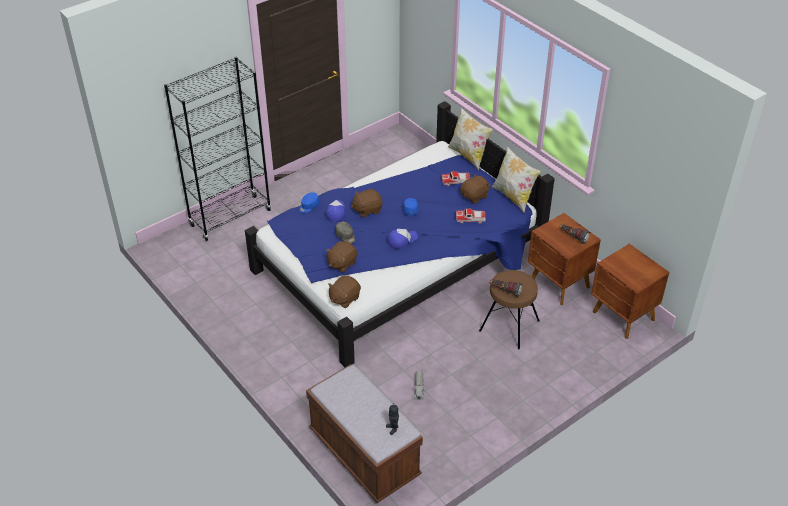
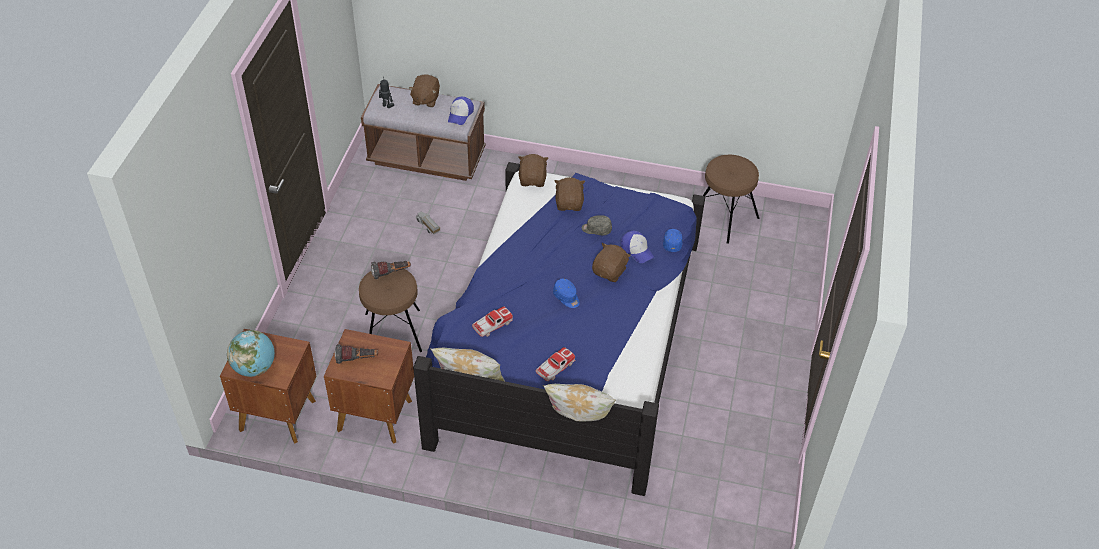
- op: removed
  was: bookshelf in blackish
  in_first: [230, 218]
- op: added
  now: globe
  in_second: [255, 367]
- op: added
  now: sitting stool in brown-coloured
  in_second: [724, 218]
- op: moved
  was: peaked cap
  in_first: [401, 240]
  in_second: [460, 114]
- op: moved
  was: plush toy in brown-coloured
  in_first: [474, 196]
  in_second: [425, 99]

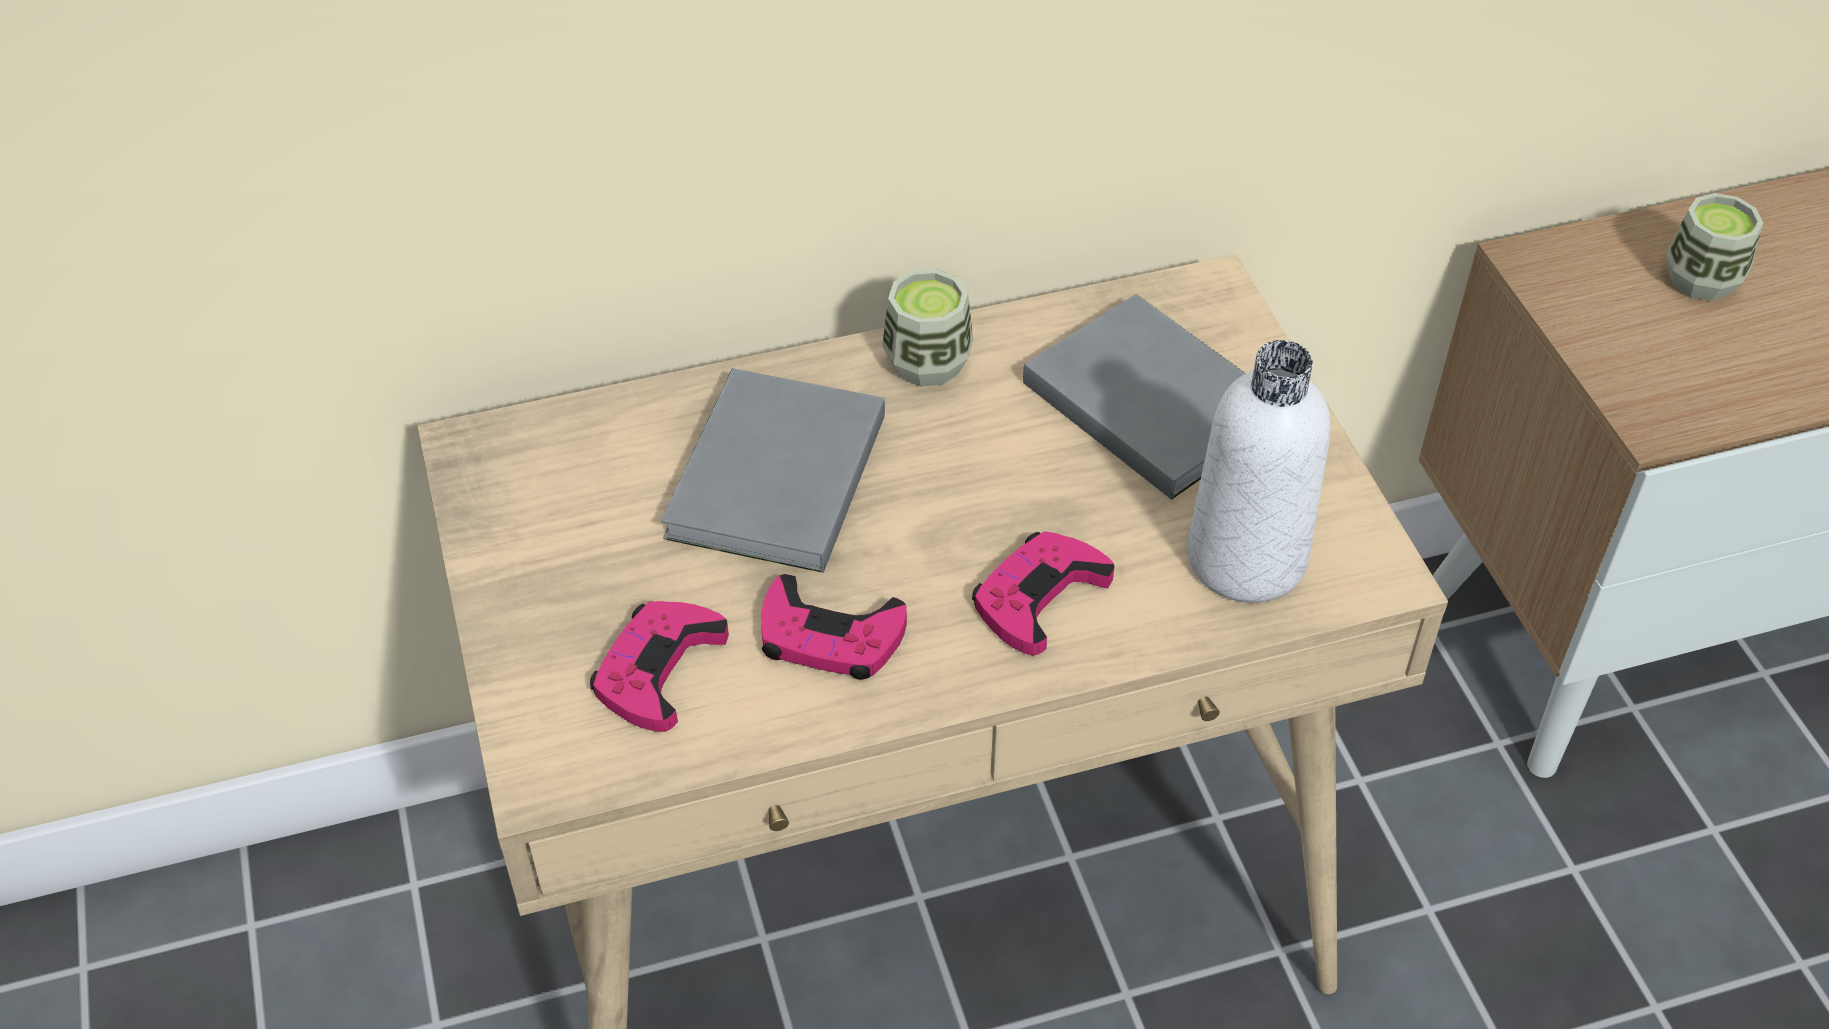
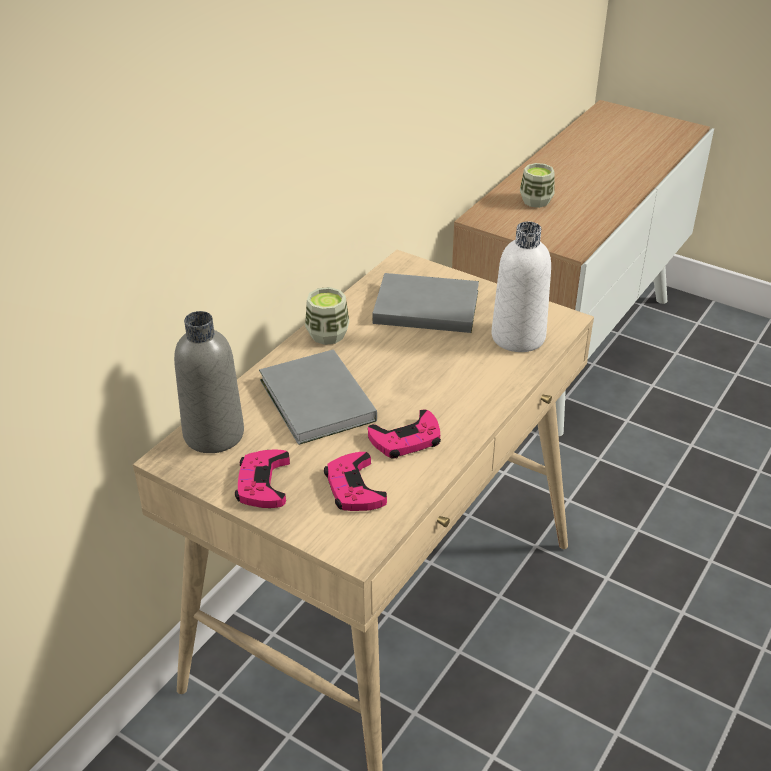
- op: added
  now: beverage bottle in greyish
  in_second: [214, 434]
- op: moved
  was: game controller in pink
  in_first: [1039, 597]
  in_second: [263, 483]

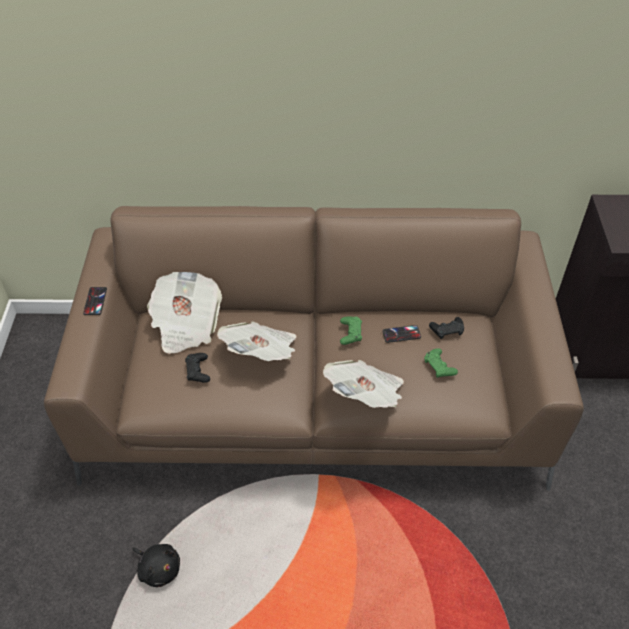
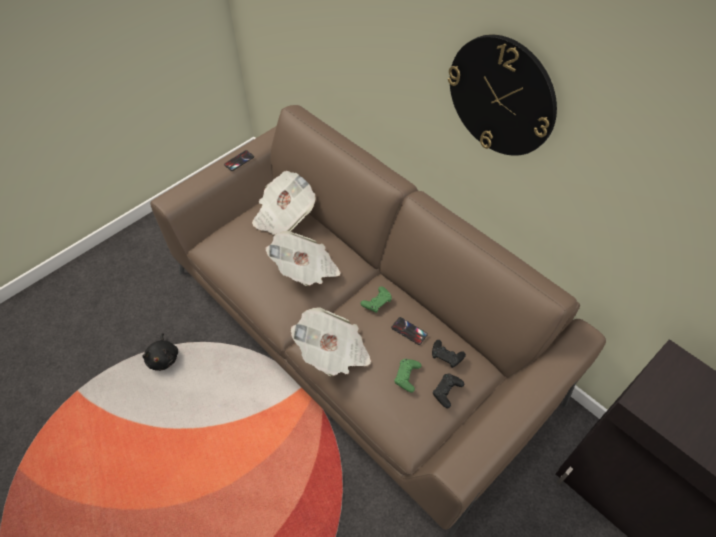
- op: added
  now: hanging clock
  in_second: [501, 96]
- op: moved
  was: game controller in blackish
  in_first: [198, 371]
  in_second: [447, 391]

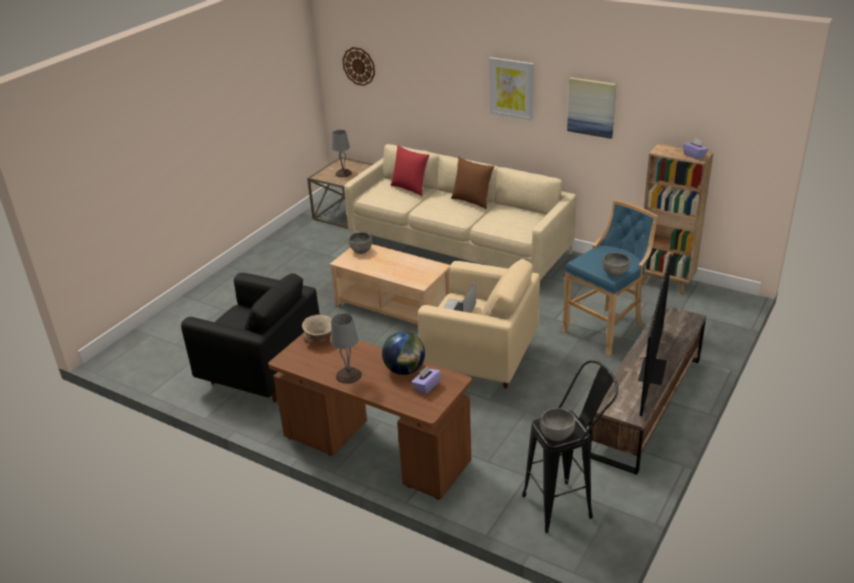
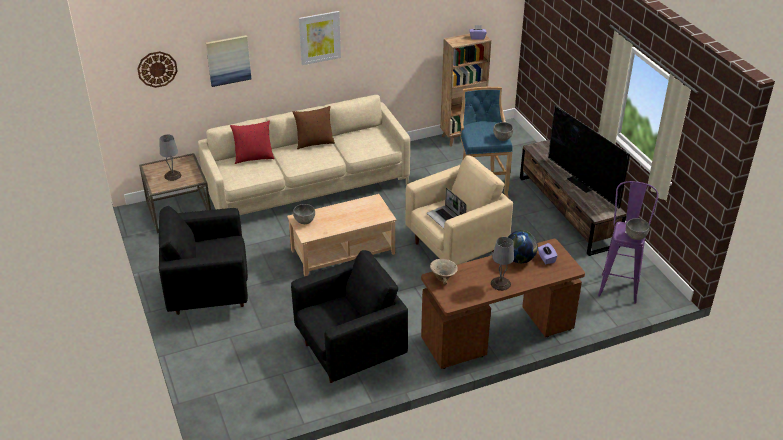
- op: added
  now: easy chair in blackish
  in_second: [208, 291]
- op: moved
  was: wall picture
  in_first: [591, 107]
  in_second: [228, 60]
- op: recoloured
  was: sitting stool in blackish
  now: sitting stool in purplish
  in_first: [567, 503]
  in_second: [619, 283]

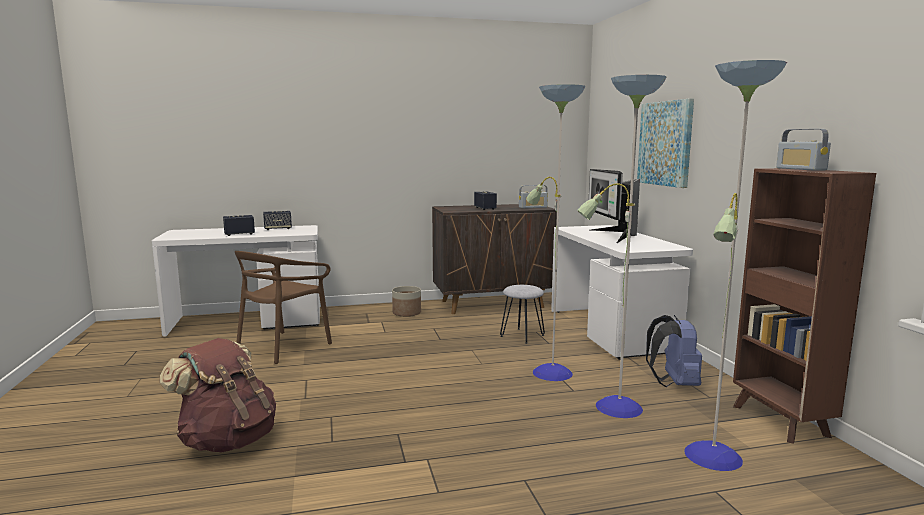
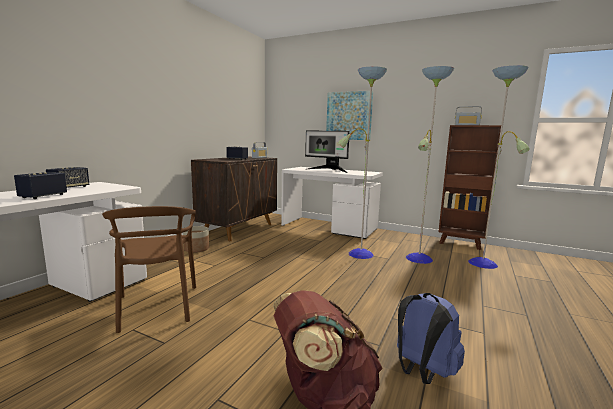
- op: removed
  was: sitting stool in greyish
  in_first: [522, 336]
- op: moved
  was: rucksack in blue-coloured
  in_first: [674, 384]
  in_second: [423, 372]

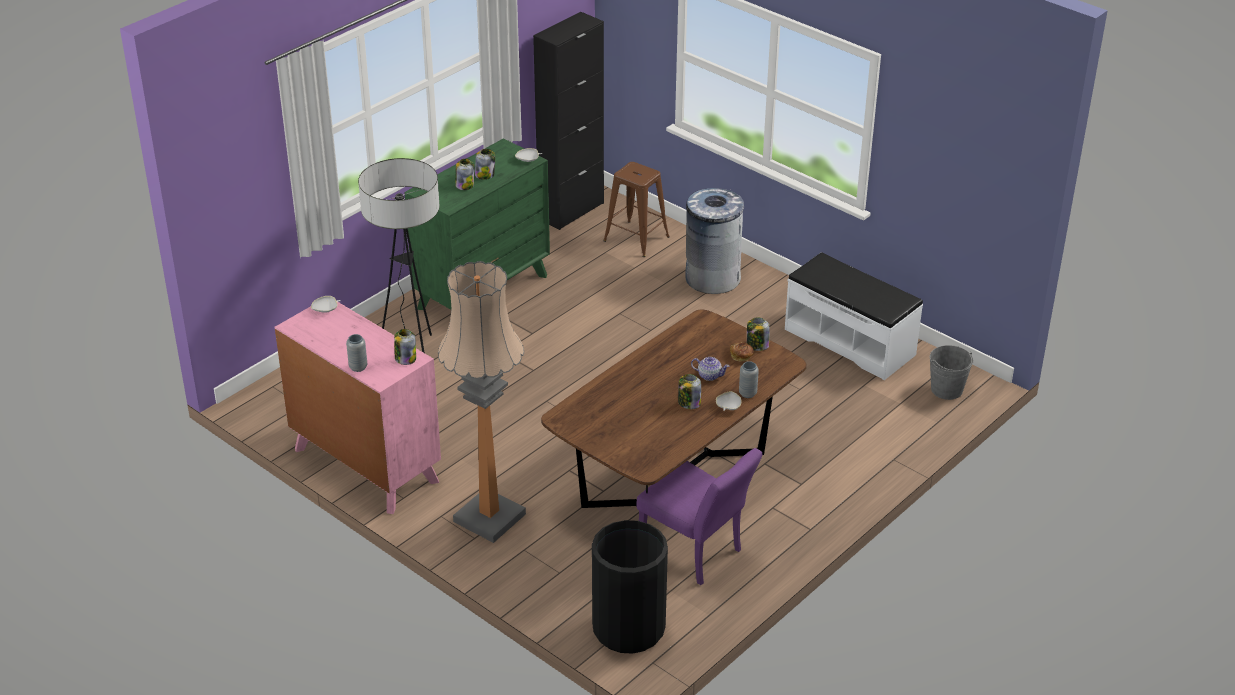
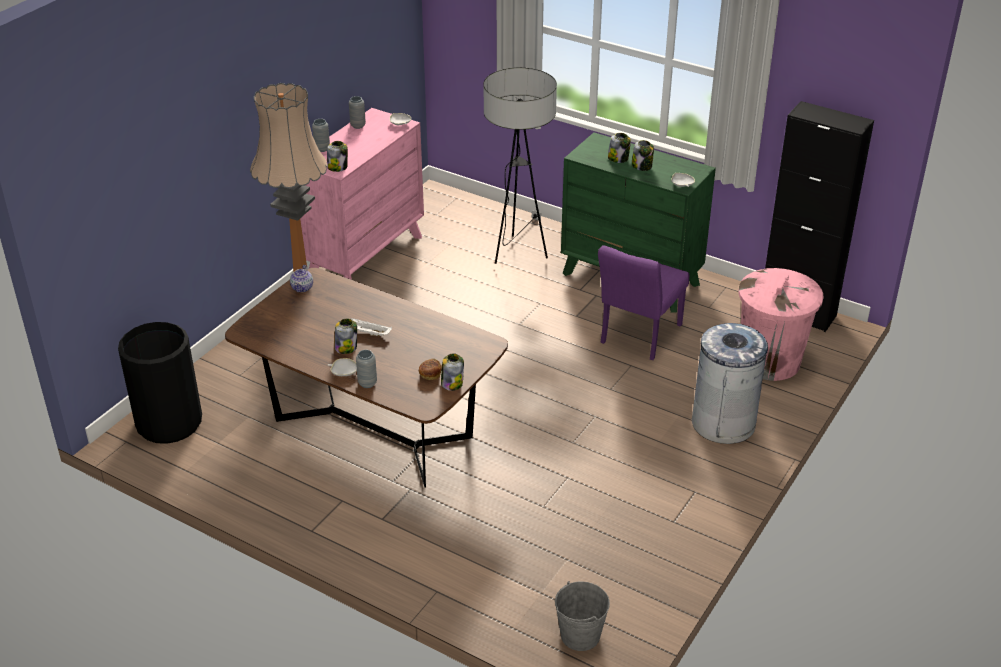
- op: removed
  was: long seat in whitish
  in_first: [850, 341]
- op: added
  now: decorative vase in greyish
  in_second: [358, 126]
- op: added
  now: serving tray in whitish
  in_second: [369, 333]
- op: moved
  was: chair in purplish
  in_first: [696, 554]
  in_second: [637, 337]
- op: moved
  was: teapot
  in_first: [709, 375]
  in_second: [302, 287]
- op: replaced
  was: sitting stool in brown-coloured
  now: waste bin in pink
  in_first: [636, 239]
  in_second: [770, 361]

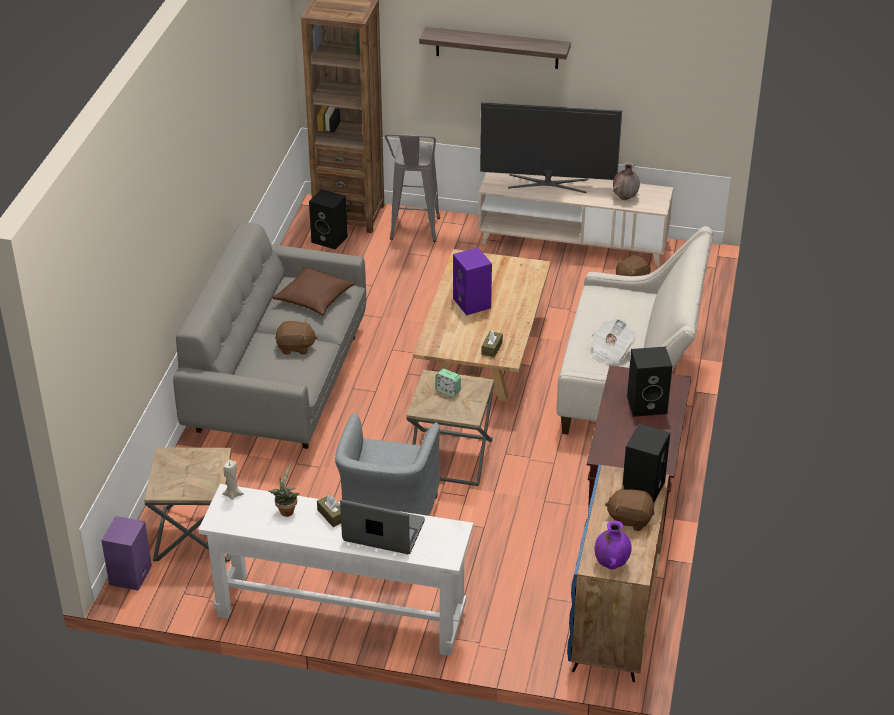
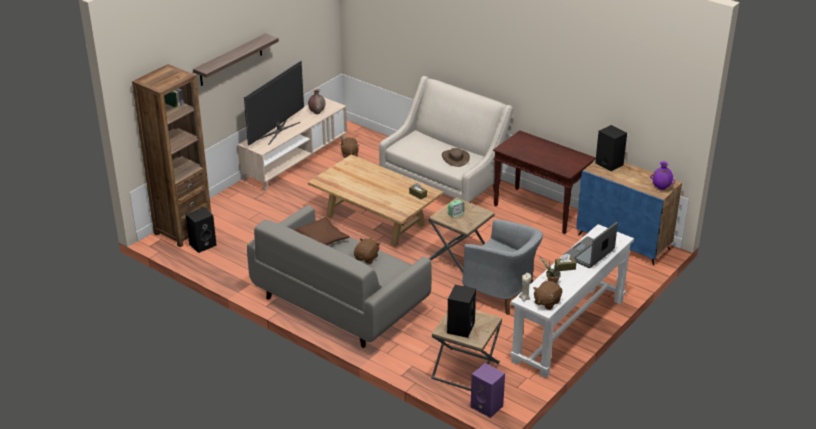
- op: removed
  was: sitting stool in greyish
  in_first: [414, 234]
- op: removed
  was: audio speaker in purplish
  in_first: [473, 303]
- op: moved
  was: plush toy in brown-coloured
  in_first: [629, 519]
  in_second: [546, 302]
- op: moved
  was: audio speaker in blackish
  in_first: [647, 404]
  in_second: [460, 327]
- op: replaced
  was: newspaper
  now: clothing hat in brown-coloured
  in_first: [610, 352]
  in_second: [455, 158]

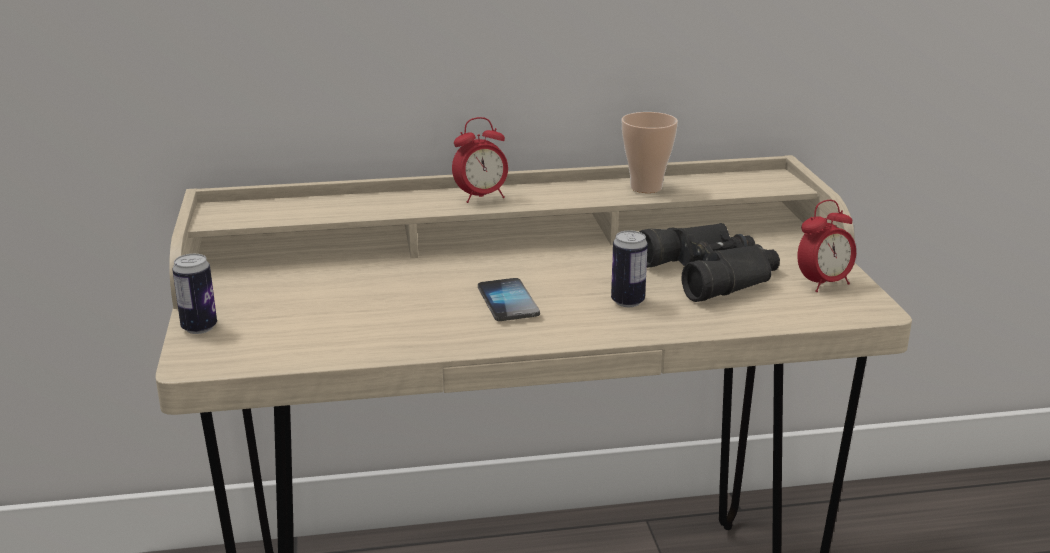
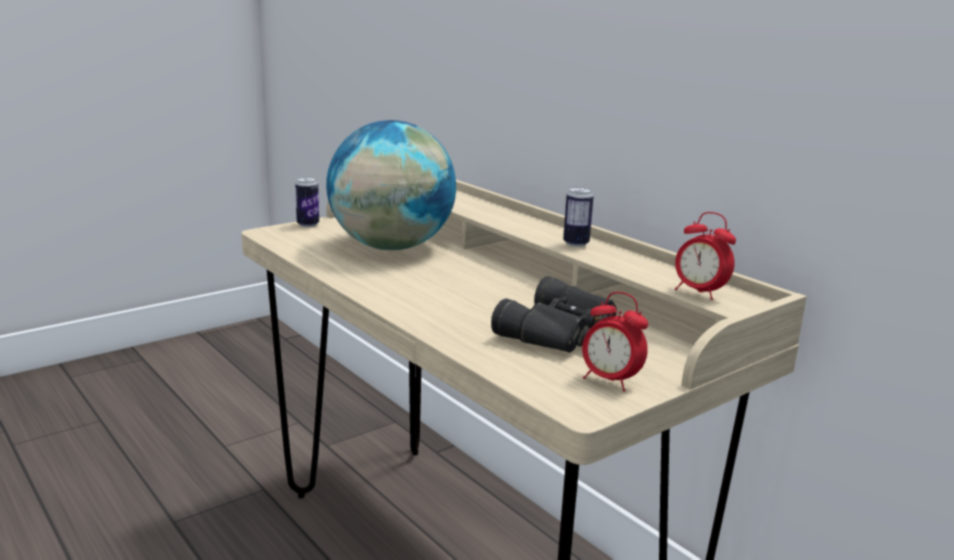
- op: removed
  was: telephone
  in_first: [508, 302]
- op: removed
  was: drinking cup
  in_first: [646, 187]
- op: added
  now: globe
  in_second: [391, 247]
- op: moved
  was: table clock
  in_first: [481, 197]
  in_second: [699, 292]
- op: moved
  was: can
  in_first: [627, 301]
  in_second: [576, 243]

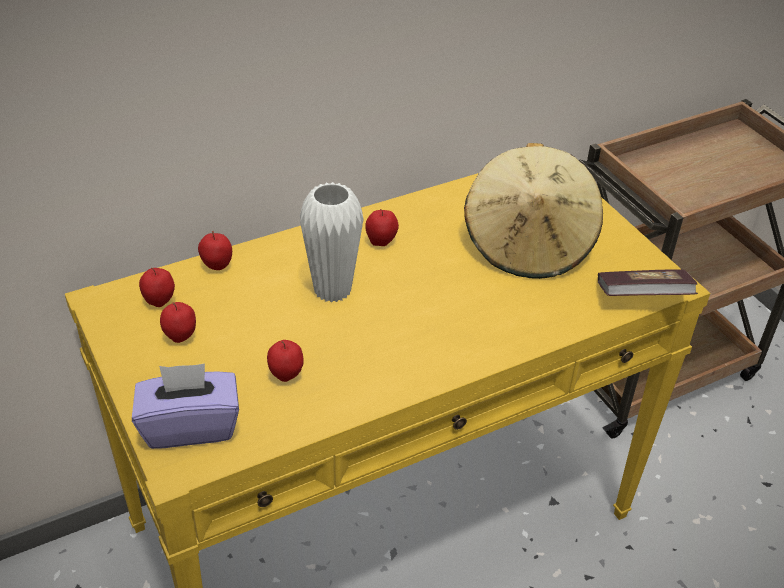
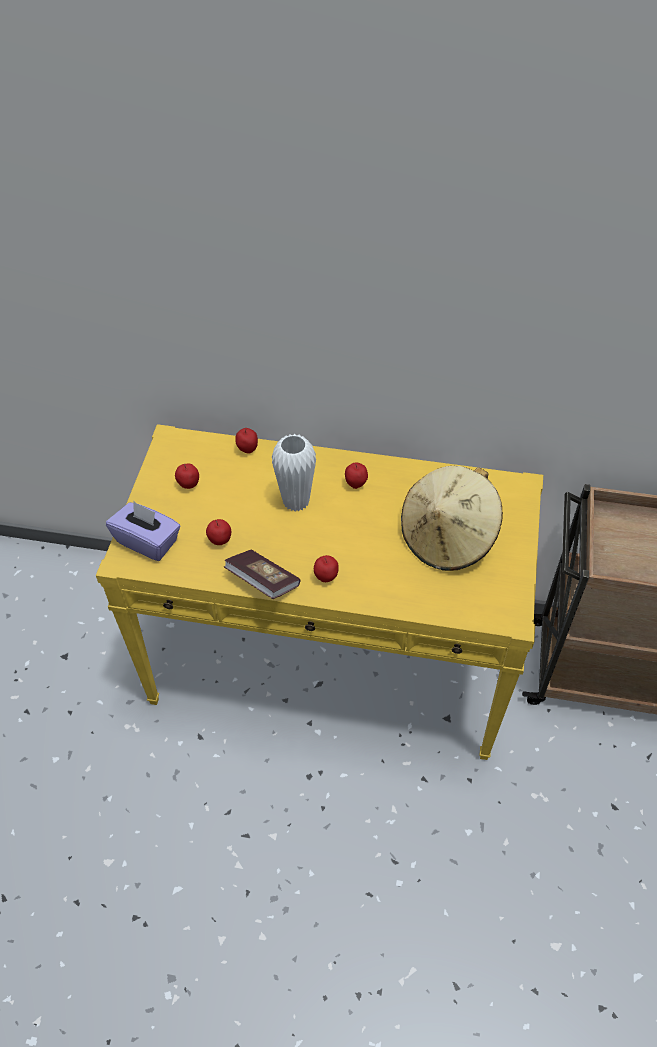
- op: moved
  was: apple fruit
  in_first: [159, 302]
  in_second: [326, 578]
- op: moved
  was: bound book
  in_first: [642, 297]
  in_second: [263, 581]

